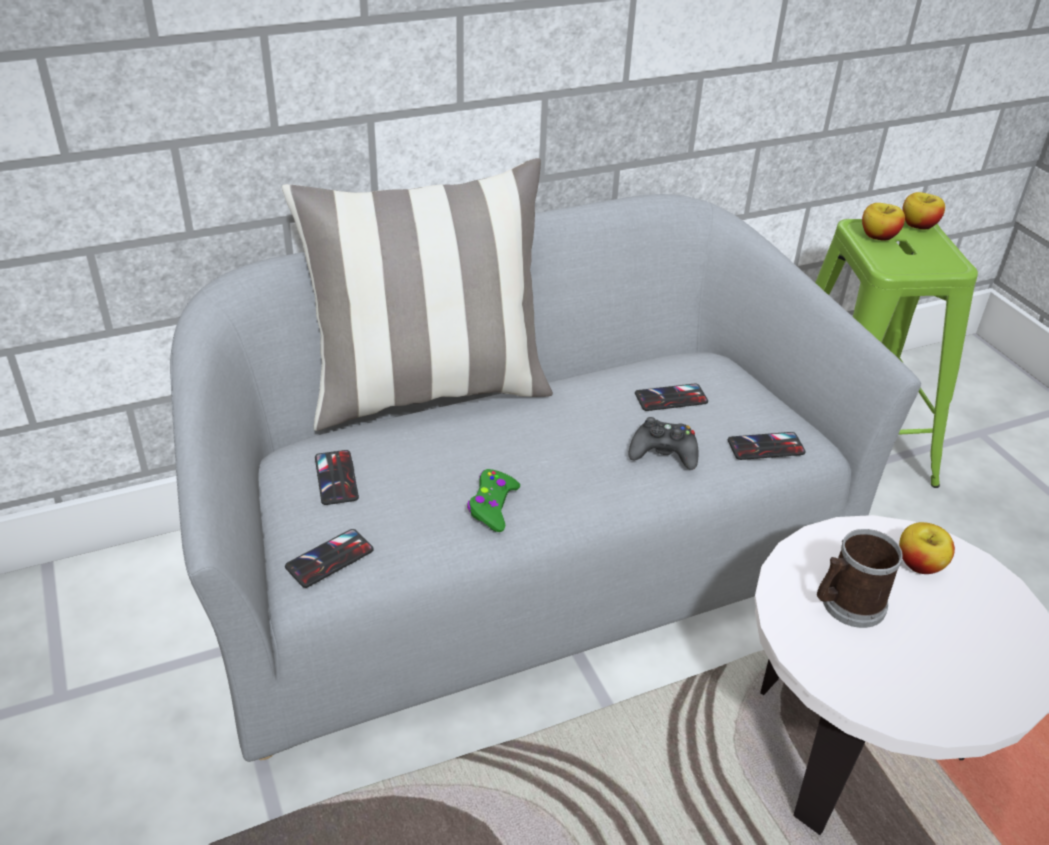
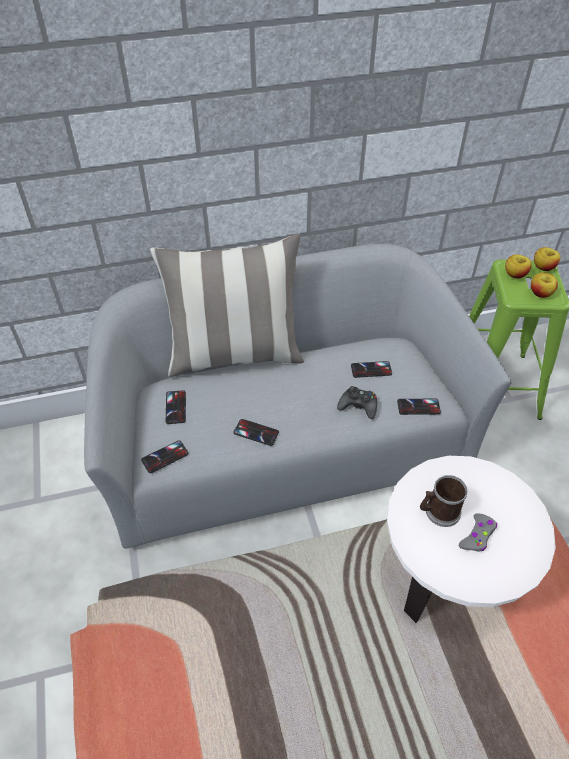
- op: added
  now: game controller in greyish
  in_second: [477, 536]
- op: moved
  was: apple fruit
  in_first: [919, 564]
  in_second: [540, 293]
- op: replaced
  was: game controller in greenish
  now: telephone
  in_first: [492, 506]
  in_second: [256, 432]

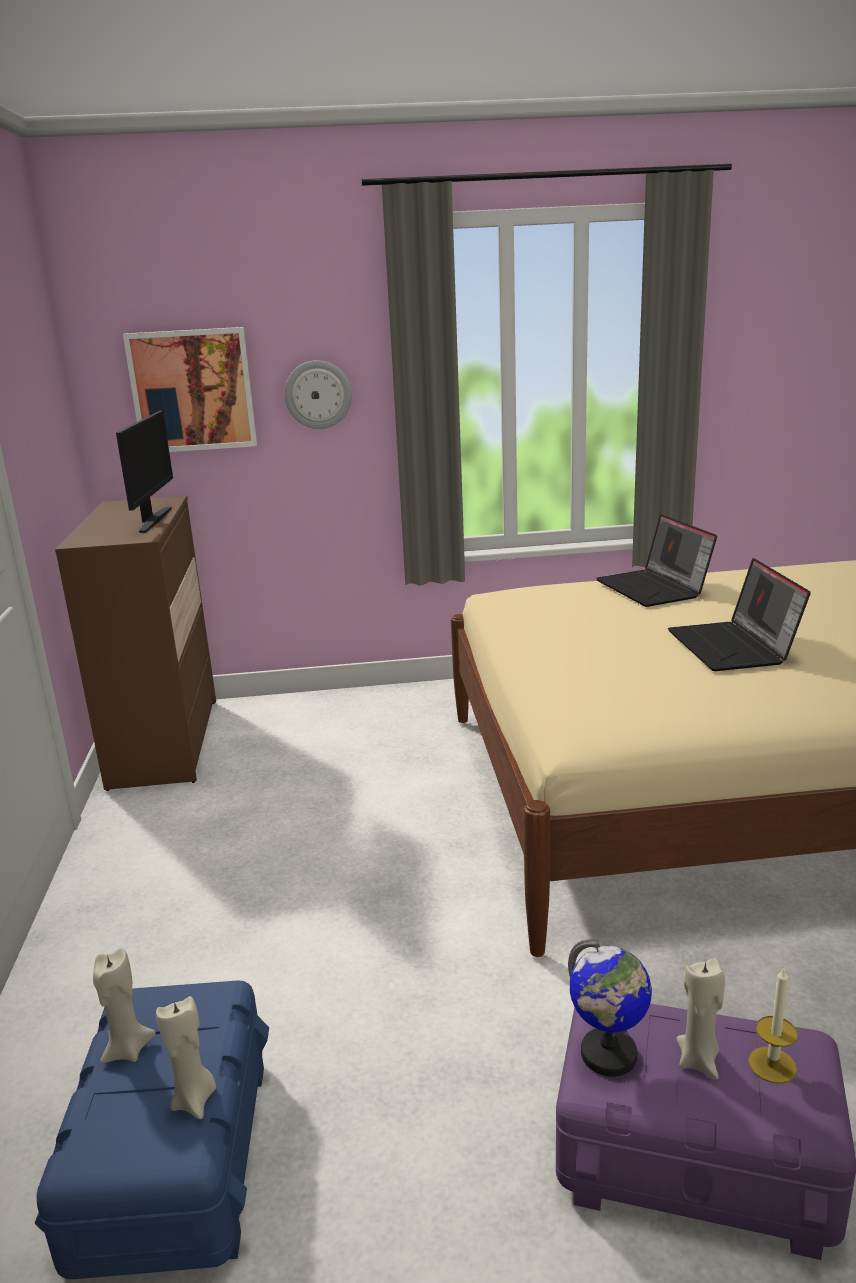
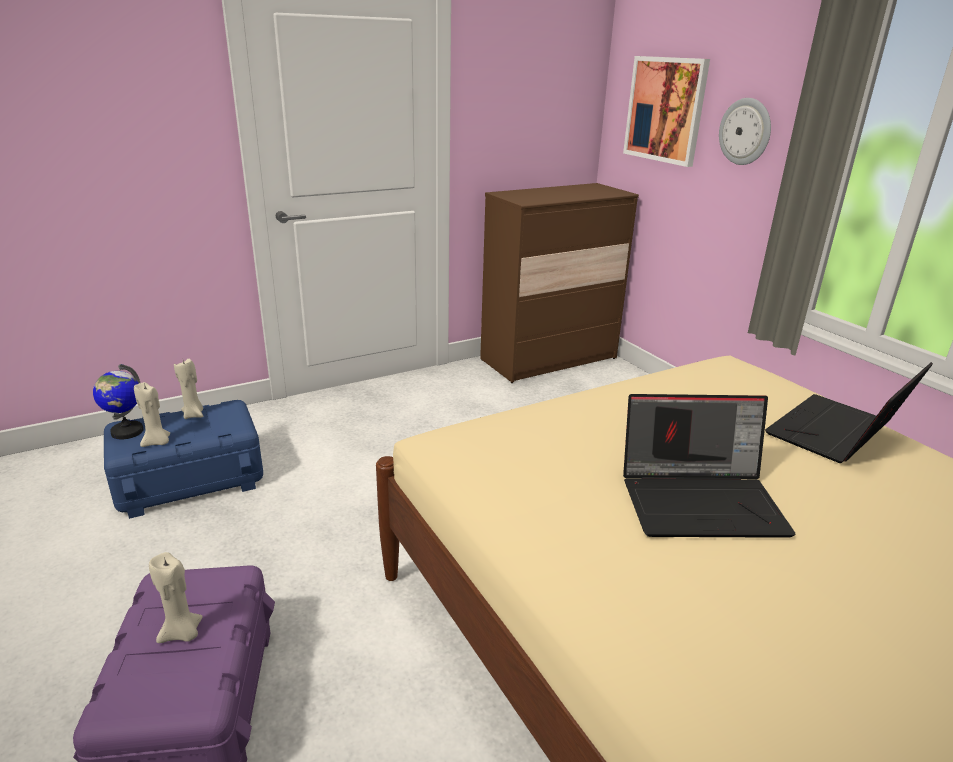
- op: removed
  was: monitor
  in_first: [153, 520]
- op: removed
  was: wax light
  in_first: [772, 1065]
- op: moved
  was: globe
  in_first: [608, 1055]
  in_second: [126, 431]
- op: turned
  was: notebook computer
  in_first: [734, 647]
  in_second: [702, 500]
  clockwise: -150

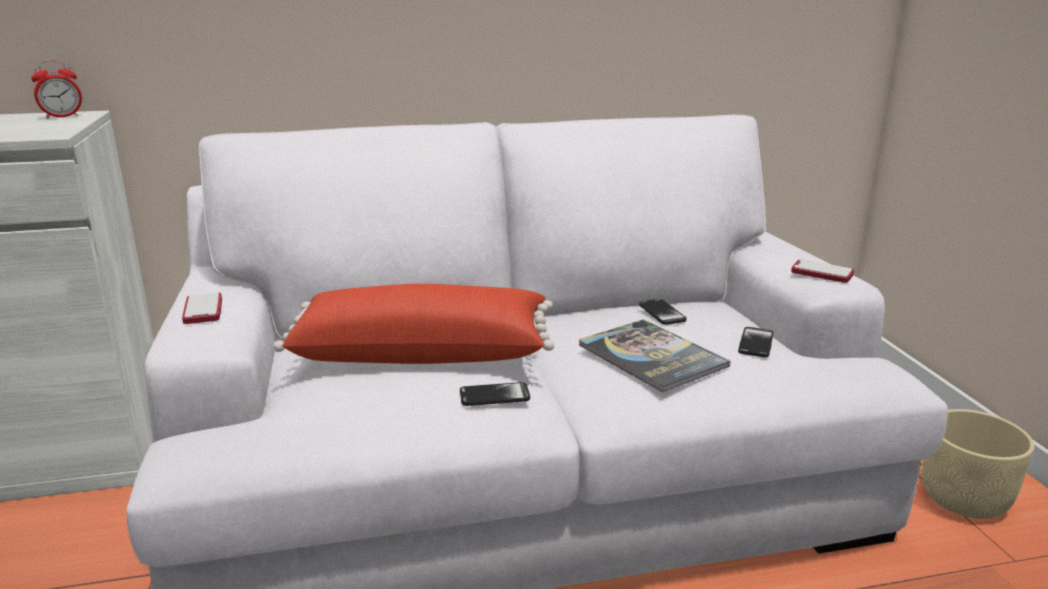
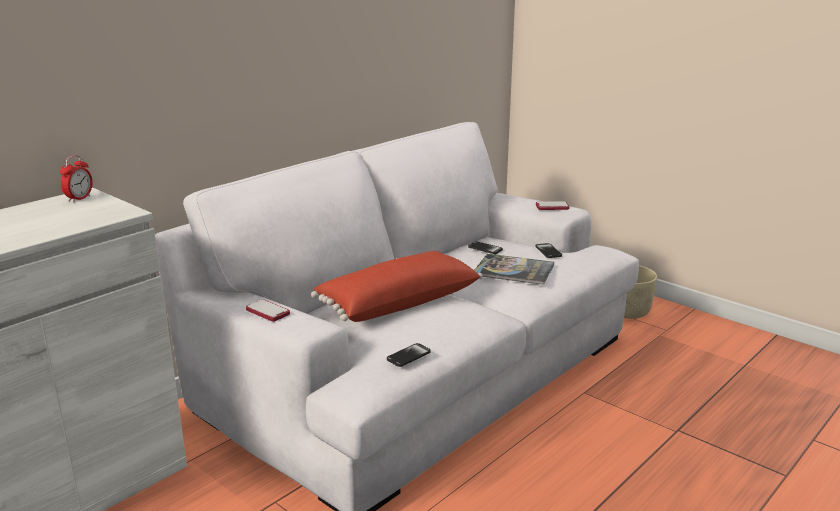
- op: moved
  was: telephone
  in_first: [494, 396]
  in_second: [408, 356]

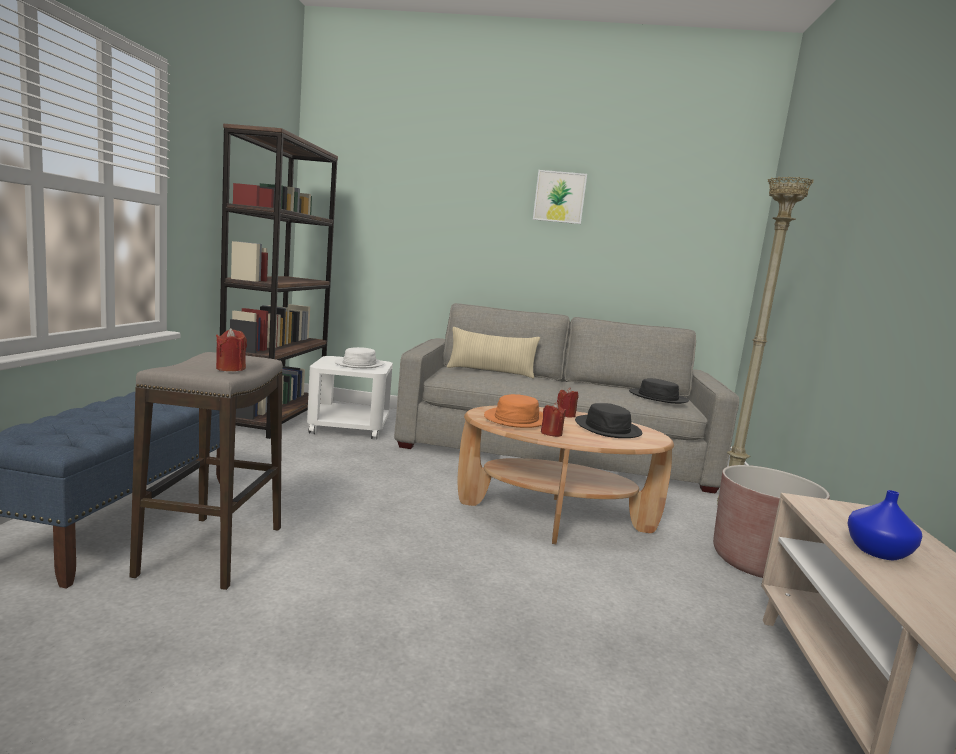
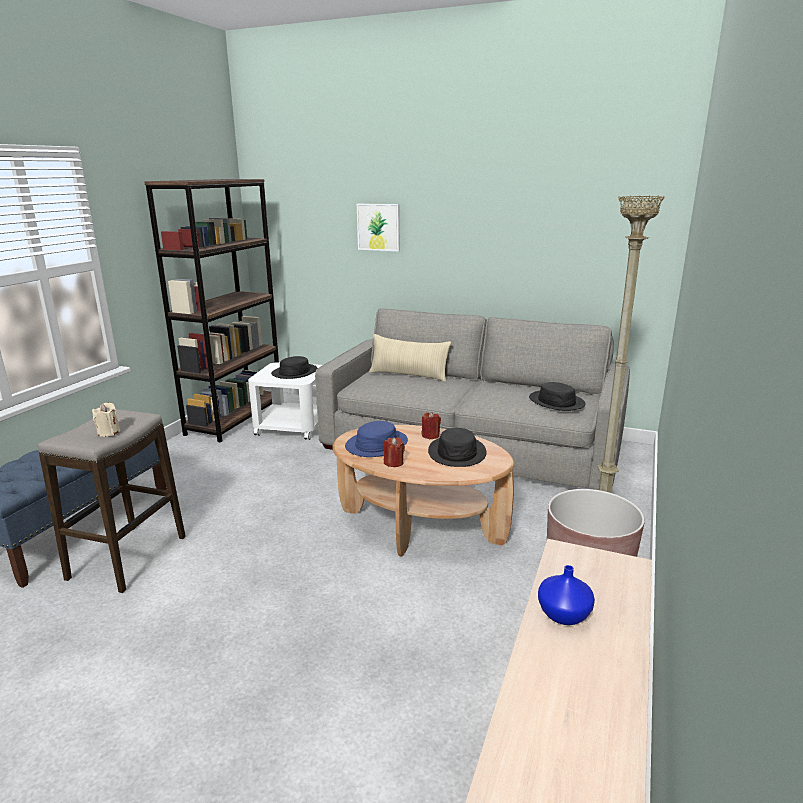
- op: moved
  was: wall picture
  in_first: [559, 197]
  in_second: [378, 227]
- op: recoloured
  was: wax light in reddish
  now: wax light in sand-coloured
  in_first: [230, 368]
  in_second: [108, 432]
- op: recoloured
  was: clothing hat in whitish
  now: clothing hat in blackish
  in_first: [359, 364]
  in_second: [294, 372]
- op: recoloured
  was: clothing hat in orange
  now: clothing hat in blue-coloured
  in_first: [516, 419]
  in_second: [376, 444]

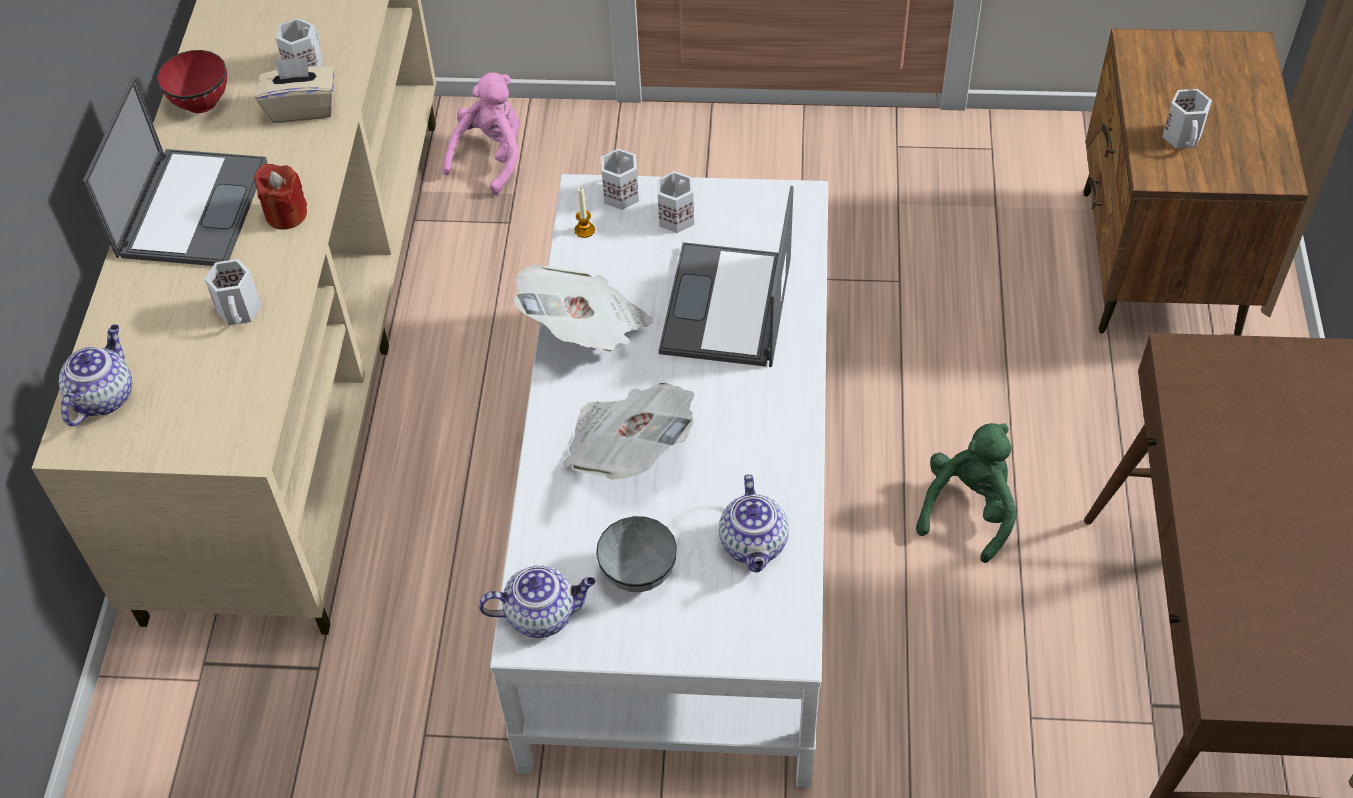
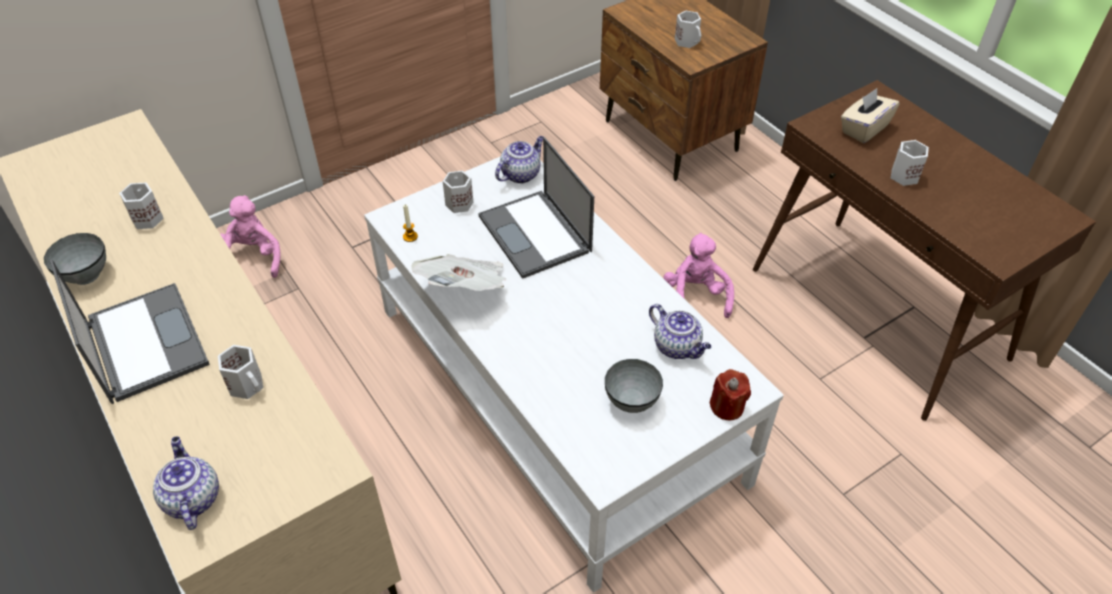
- op: removed
  was: newspaper
  in_first: [628, 449]
- op: moved
  was: wax light in reddish
  in_first: [286, 214]
  in_second: [727, 407]
- op: moved
  was: tissue holder in sand-coloured
  in_first: [302, 108]
  in_second: [864, 129]
- op: moved
  was: teapot
  in_first: [542, 614]
  in_second: [521, 174]
- op: moved
  was: mug in whitish
  in_first: [621, 193]
  in_second: [903, 175]
- op: recoloured
  was: deep dish in reddish
  now: deep dish in greyish
  in_first: [202, 102]
  in_second: [87, 275]
- op: recoloured
  was: plush toy in greenish
  now: plush toy in pink
  in_first: [969, 509]
  in_second: [695, 297]

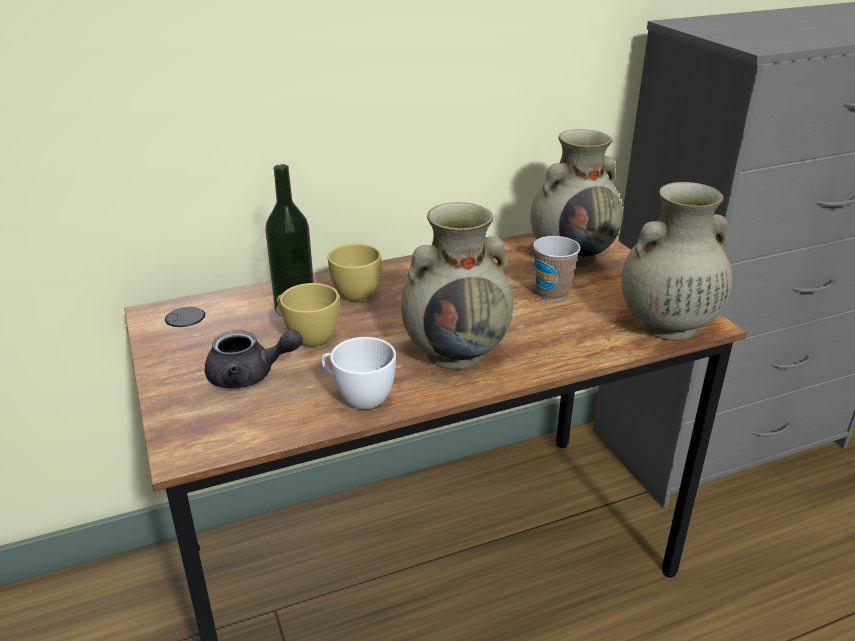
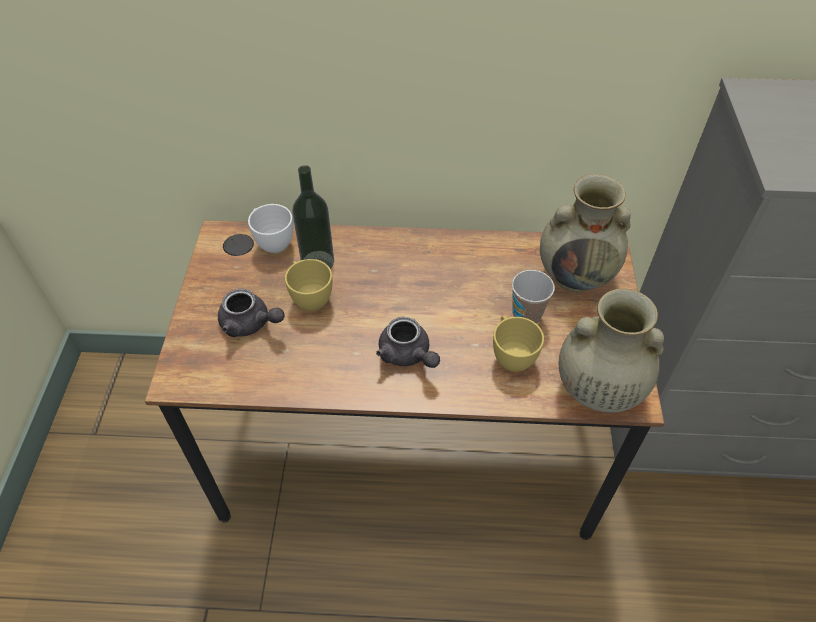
- op: moved
  was: drinking cup in whitish
  in_first: [358, 397]
  in_second: [272, 241]
- op: moved
  was: drinking cup in yellow
  in_first: [352, 292]
  in_second: [511, 355]
- op: replaced
  was: decorative vase in sand-coloured
  now: teapot in greyish
  in_first: [457, 352]
  in_second: [407, 355]

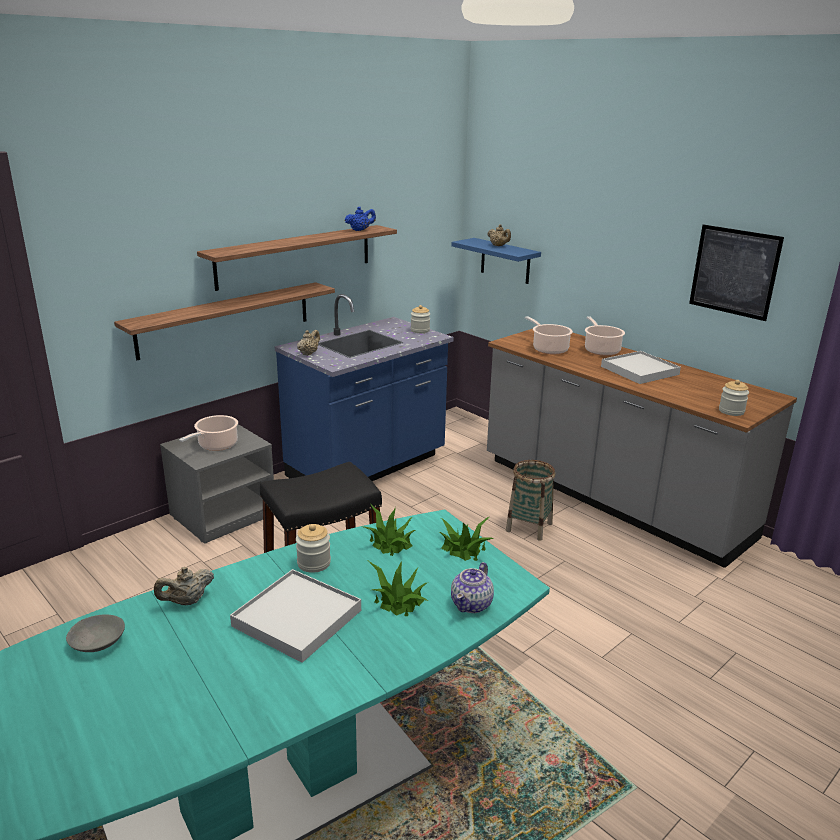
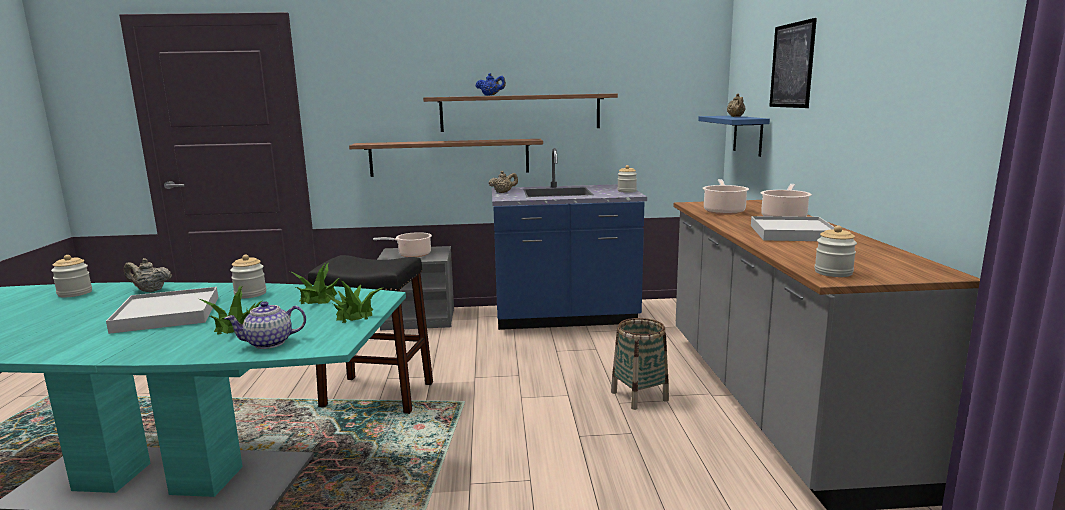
- op: moved
  was: teapot in blue-coloured
  in_first: [360, 230]
  in_second: [491, 95]
- op: moved
  was: wall picture
  in_first: [734, 272]
  in_second: [792, 65]
- op: replaced
  was: deep dish in greyish
  now: jar
  in_first: [97, 642]
  in_second: [75, 293]

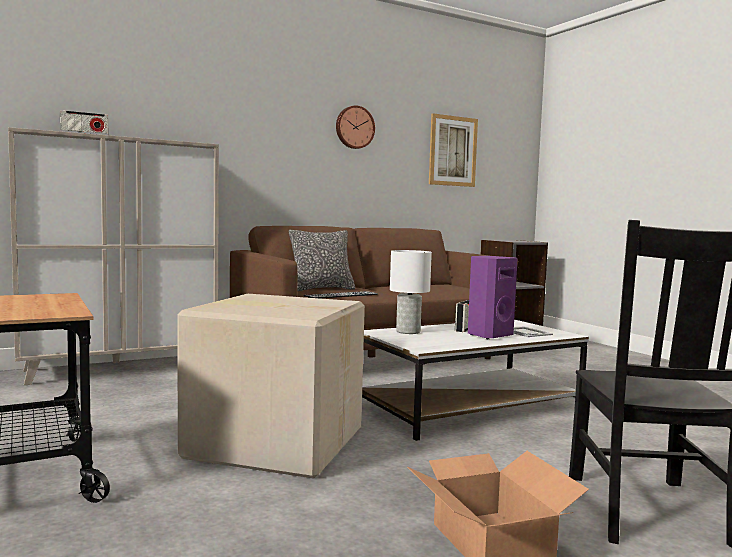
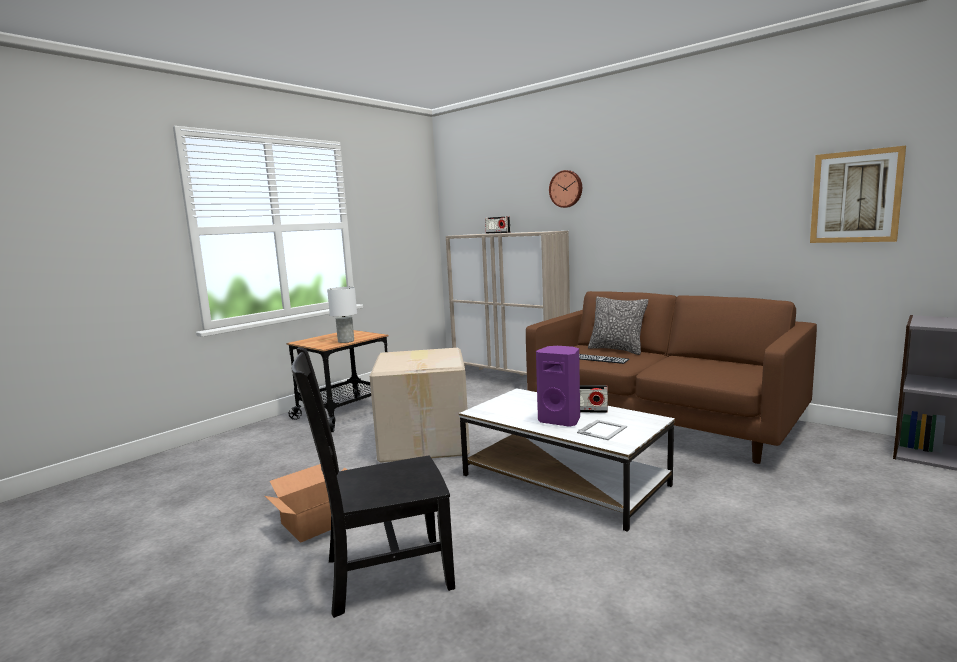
- op: moved
  was: hanging clock
  in_first: [354, 127]
  in_second: [566, 189]
- op: moved
  was: tabletop lamp in whitish
  in_first: [409, 331]
  in_second: [346, 341]

